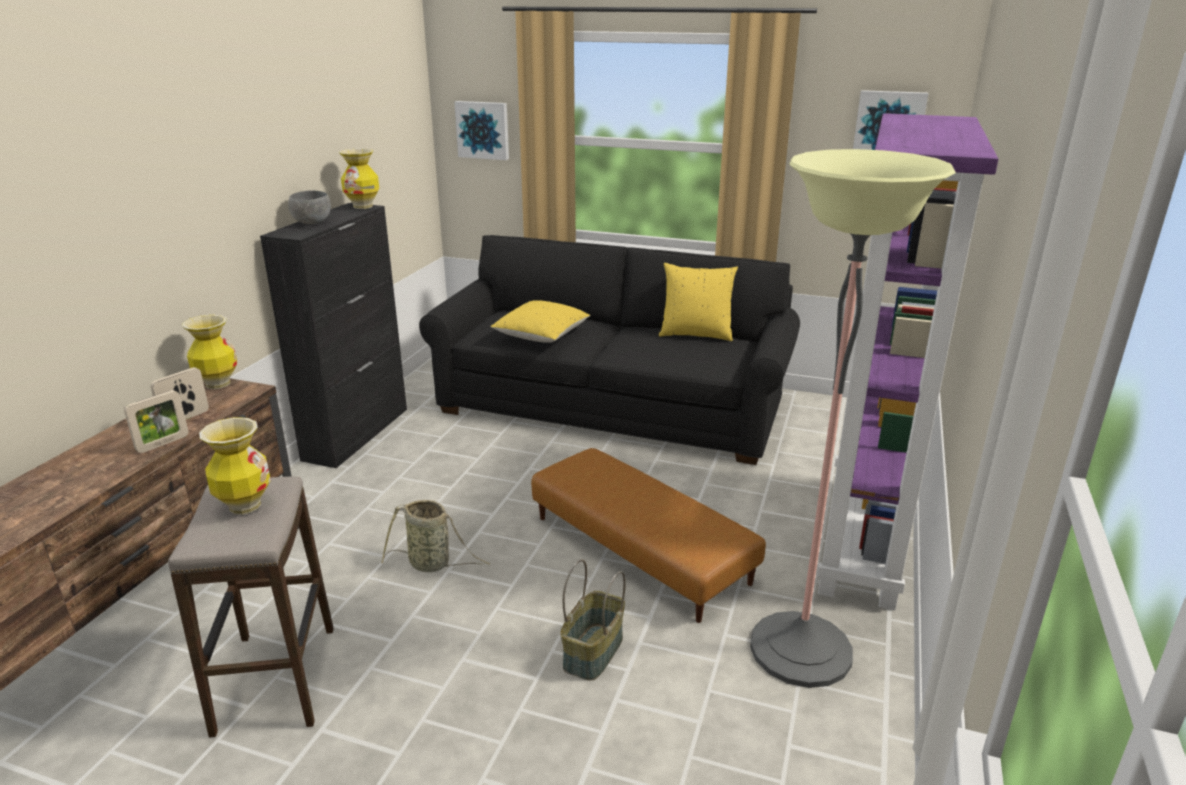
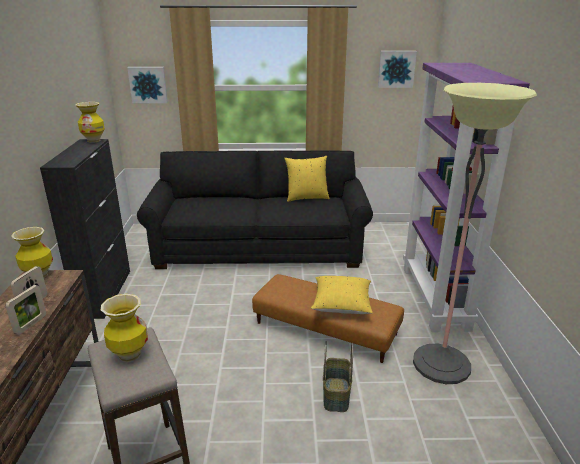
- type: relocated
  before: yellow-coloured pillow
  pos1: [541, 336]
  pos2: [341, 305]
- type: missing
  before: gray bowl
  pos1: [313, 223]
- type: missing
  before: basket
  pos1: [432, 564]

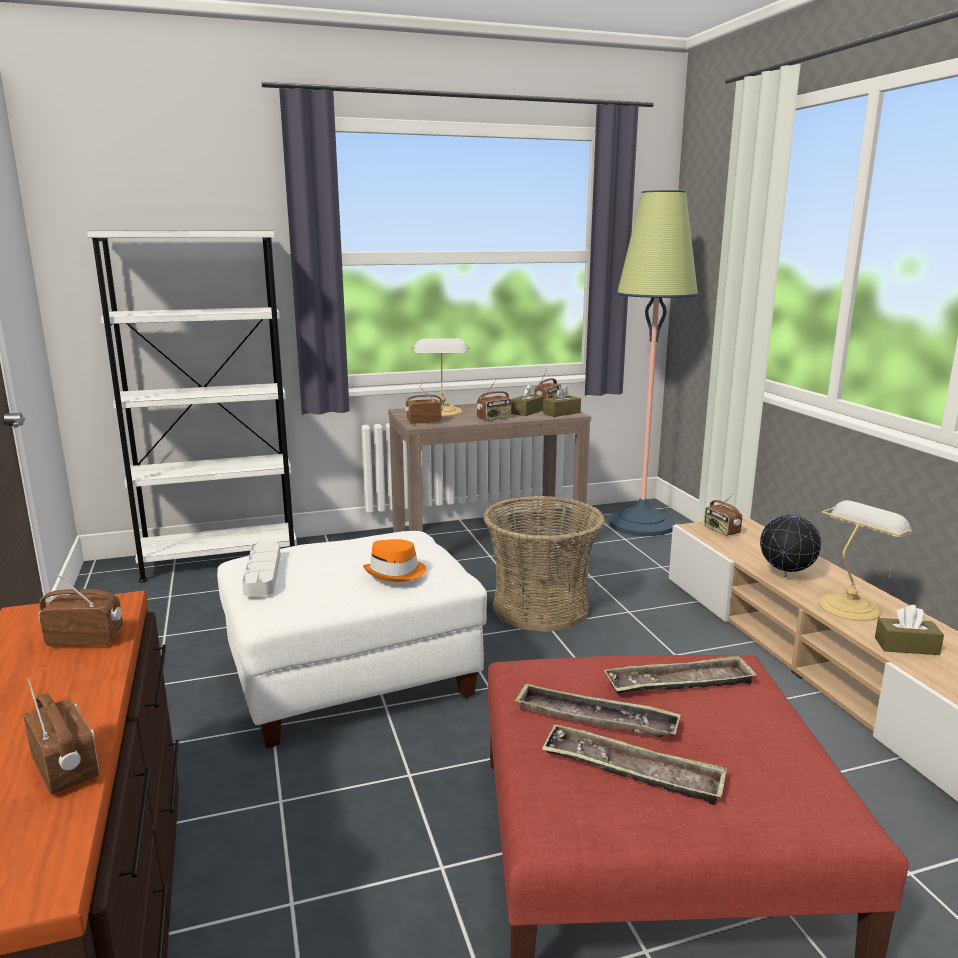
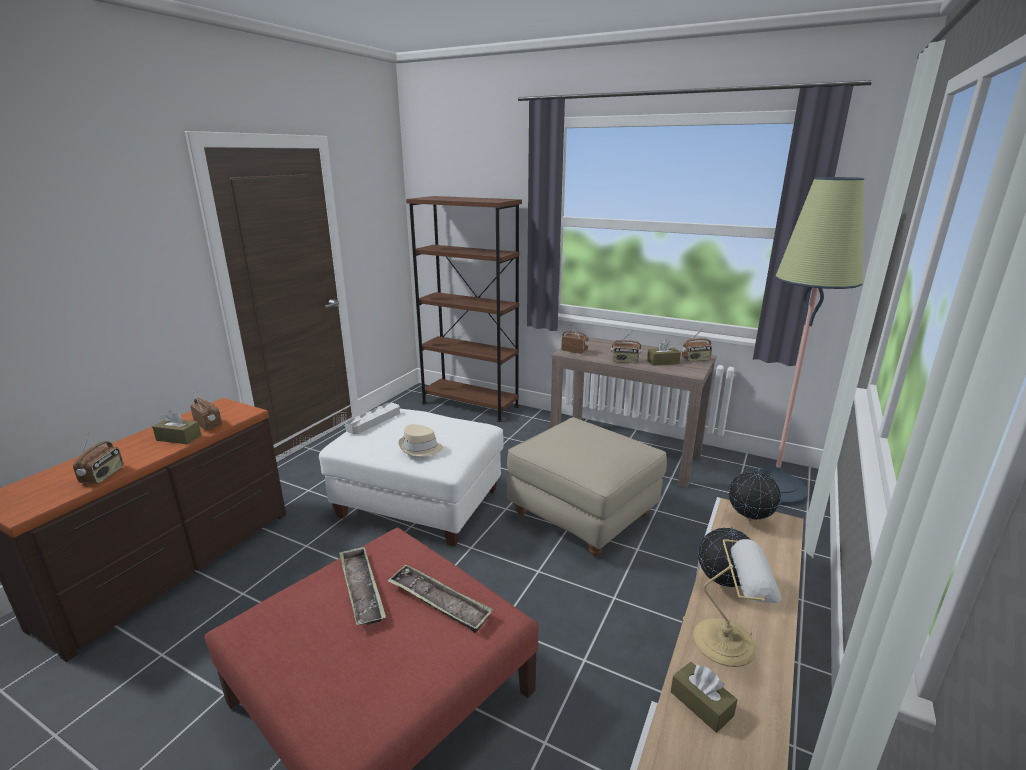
- type: relocated
  before: brown-coloured box of tissues
  pos1: [561, 413]
  pos2: [179, 438]
- type: colour
  before: orange-coloured hat
  after: beige hat
  pos1: [396, 572]
  pos2: [420, 448]
- type: colour
  before: whitish bookcase
  after: brown-coloured bookcase
  pos1: [220, 560]
  pos2: [470, 405]
- type: exchanged
  before: basket
  after: beige pouffe
  pos1: [541, 608]
  pos2: [583, 515]
- type: exchanged
  before: radio receiver
  after: globe
  pos1: [721, 531]
  pos2: [749, 520]
- type: missing
  before: table lamp
  pos1: [442, 412]
- type: missing
  before: carrying tray
  pos1: [631, 771]

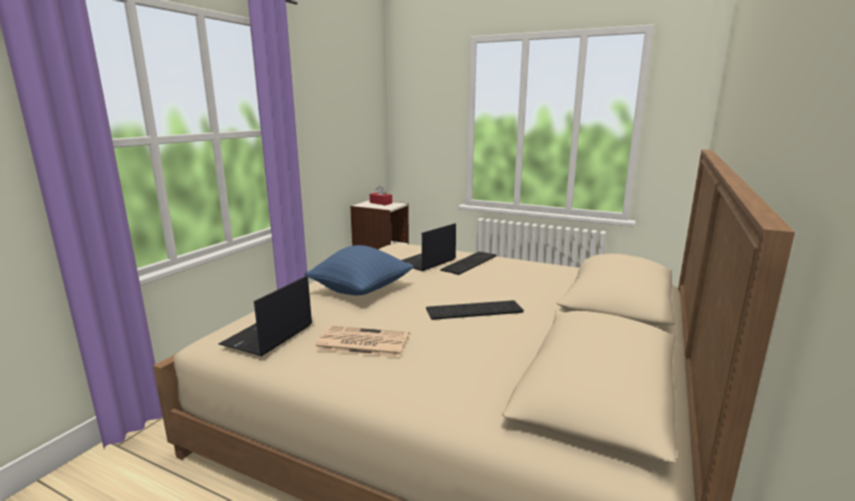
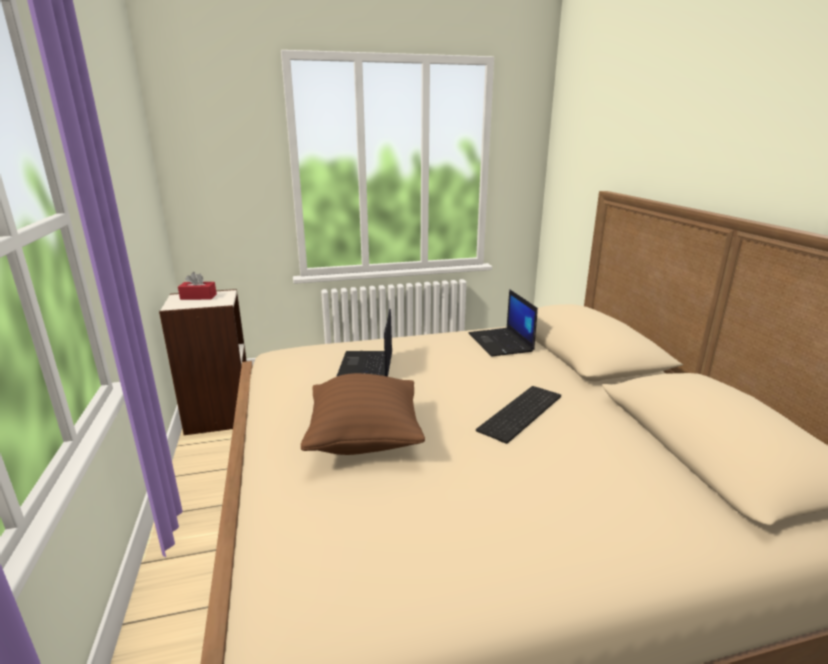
- type: colour
  before: bluish pillow
  after: brown-coloured pillow
  pos1: [361, 291]
  pos2: [364, 439]
- type: relocated
  before: portable computer
  pos1: [268, 335]
  pos2: [501, 343]
- type: missing
  before: daily paper
  pos1: [361, 342]
- type: missing
  before: PC keyboard
  pos1: [470, 263]

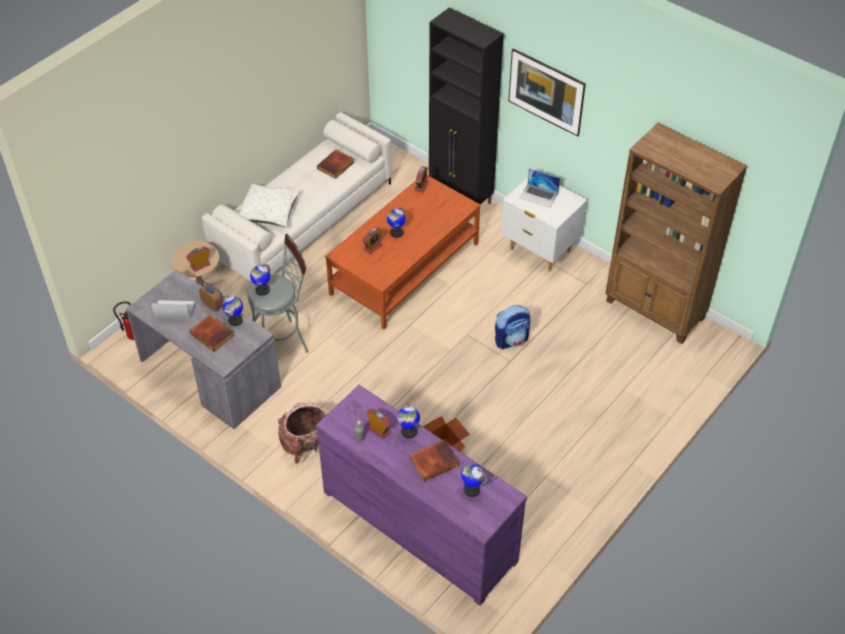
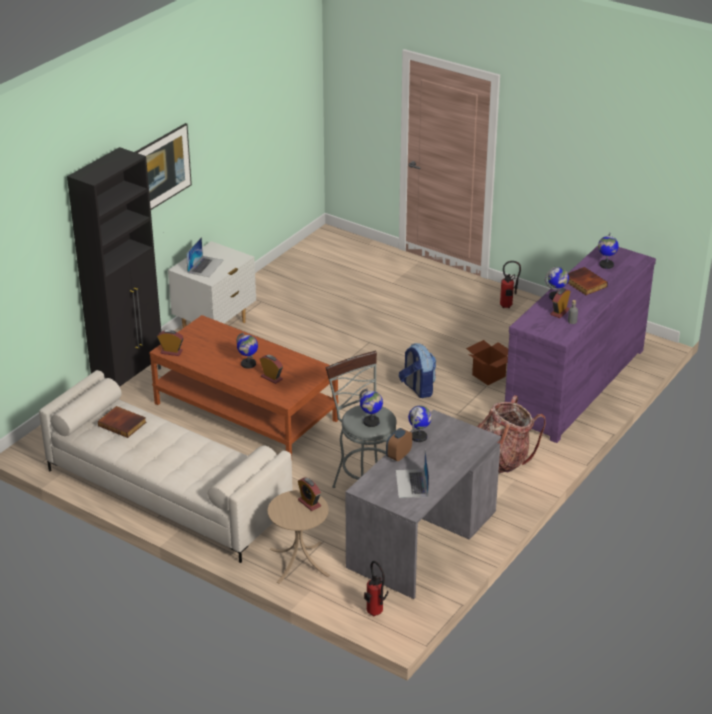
- type: relocated
  before: rucksack
  pos1: [511, 339]
  pos2: [417, 388]
- type: appeared
  after: extinguisher
  pos2: [508, 306]
- type: missing
  before: volume
  pos1: [213, 334]
- type: missing
  before: whitish pillow
  pos1: [269, 213]
- type: missing
  before: brown-coloured bookcase
  pos1: [655, 310]

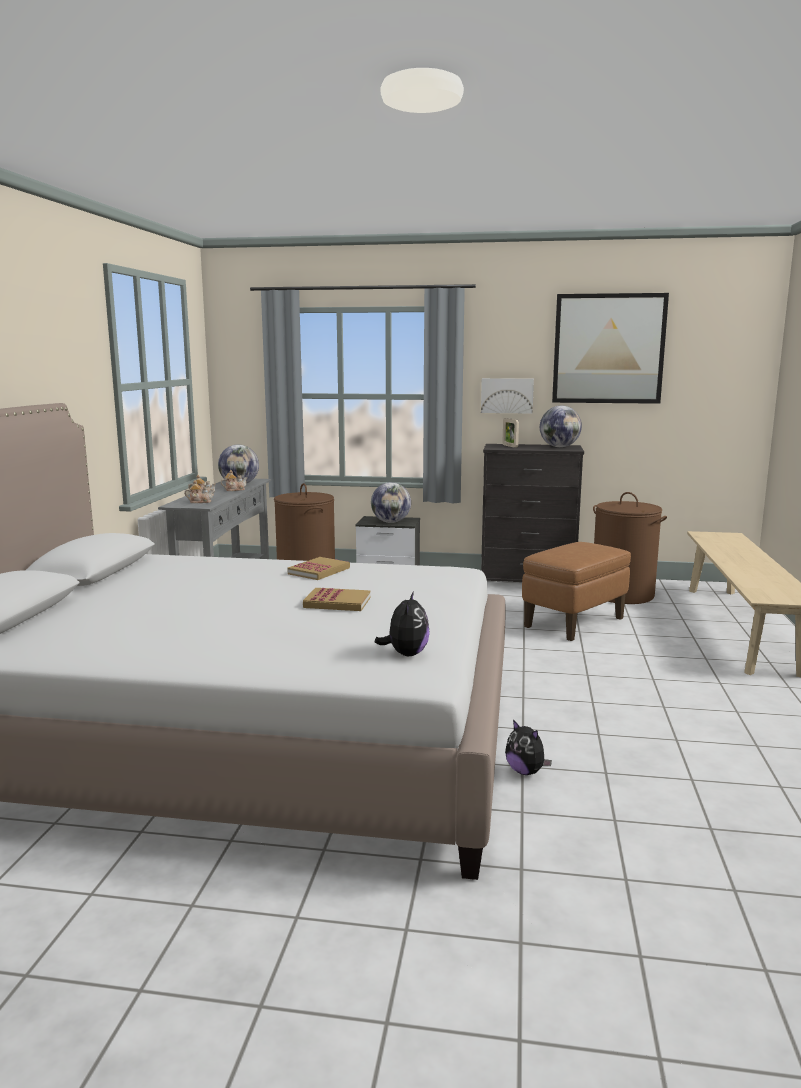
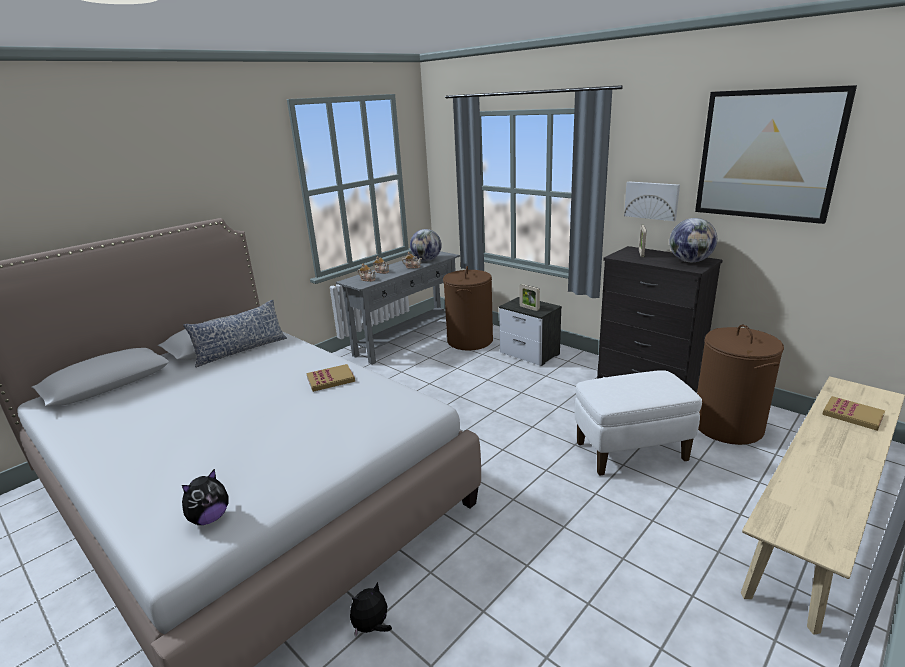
- type: appeared
  after: pillow
  pos2: [241, 350]
- type: spun
  before: plush toy
  pos1: [525, 771]
  pos2: [372, 627]
  turn: 60
- type: exchanged
  before: globe
  after: picture frame
  pos1: [391, 522]
  pos2: [529, 308]
- type: colour
  before: brown-coloured pouffe
  after: whitish pouffe
  pos1: [574, 623]
  pos2: [630, 452]
- type: relocated
  before: volume
  pos1: [337, 602]
  pos2: [852, 415]

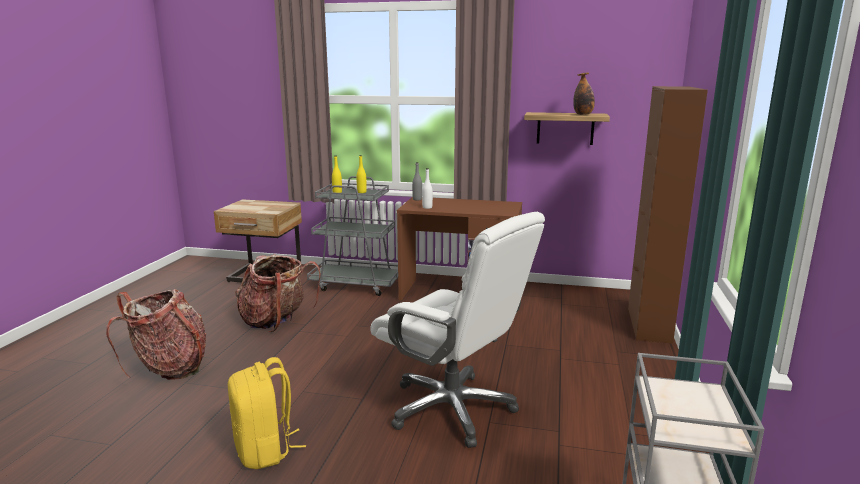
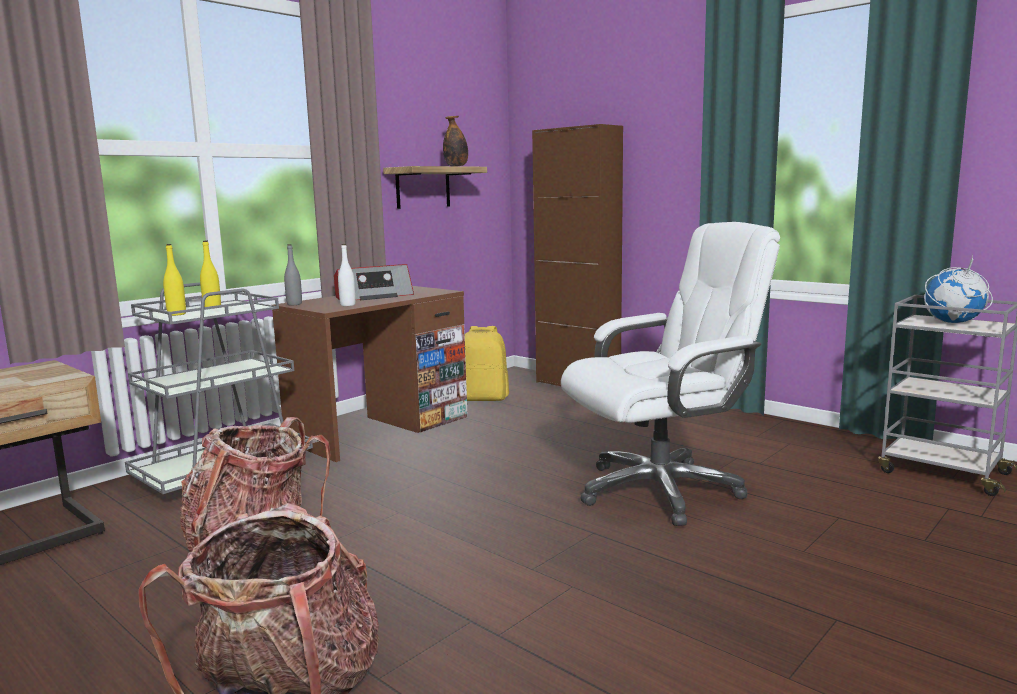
- type: appeared
  after: radio receiver
  pos2: [372, 296]
- type: relocated
  before: yellow-coloured rucksack
  pos1: [265, 450]
  pos2: [483, 398]
- type: appeared
  after: globe
  pos2: [953, 323]

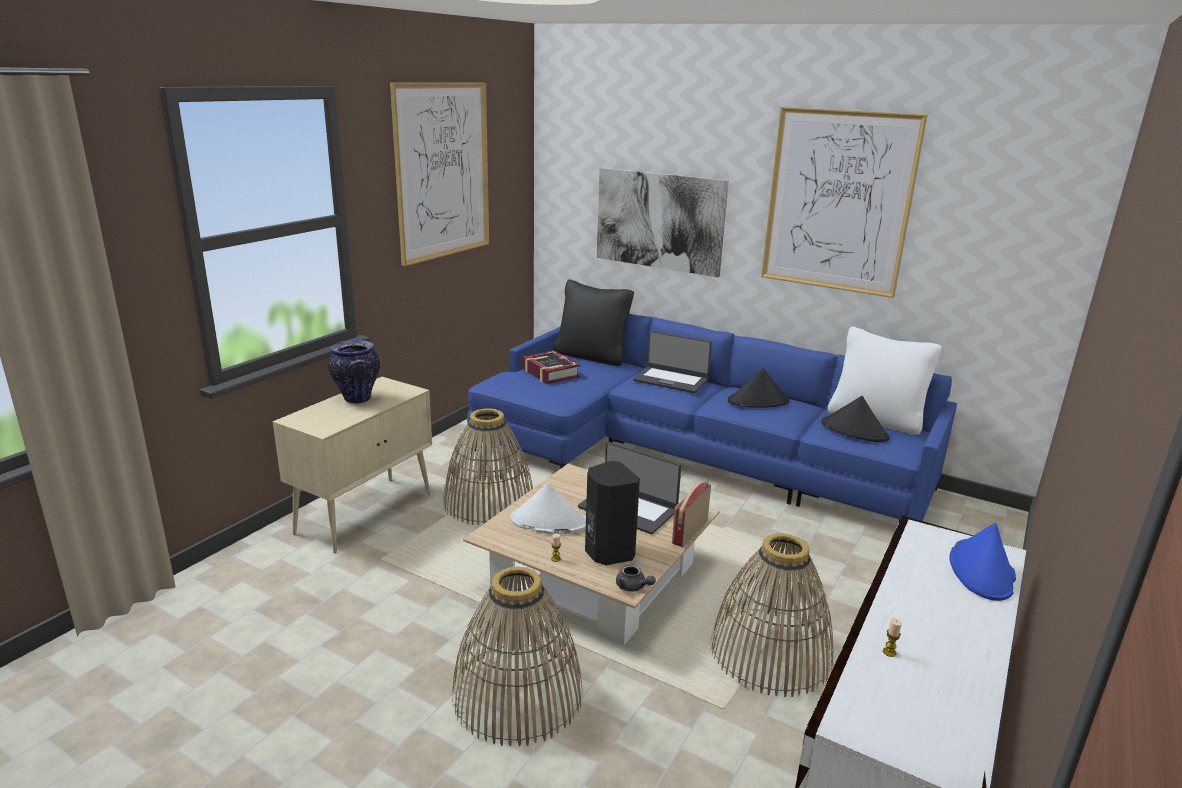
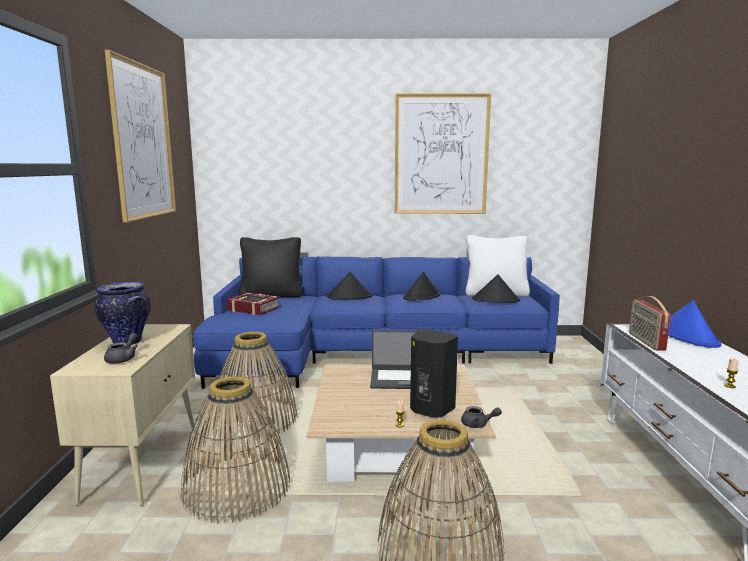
- type: appeared
  after: gray tea pot
  pos2: [123, 358]
- type: relocated
  before: basket
  pos1: [770, 653]
  pos2: [237, 487]
- type: exchanged
  before: portable computer
  after: black hat
  pos1: [671, 380]
  pos2: [349, 297]
- type: relocated
  before: radio receiver
  pos1: [689, 532]
  pos2: [645, 341]
- type: missing
  before: whitish hat
  pos1: [549, 521]
- type: missing
  before: picture
  pos1: [659, 221]

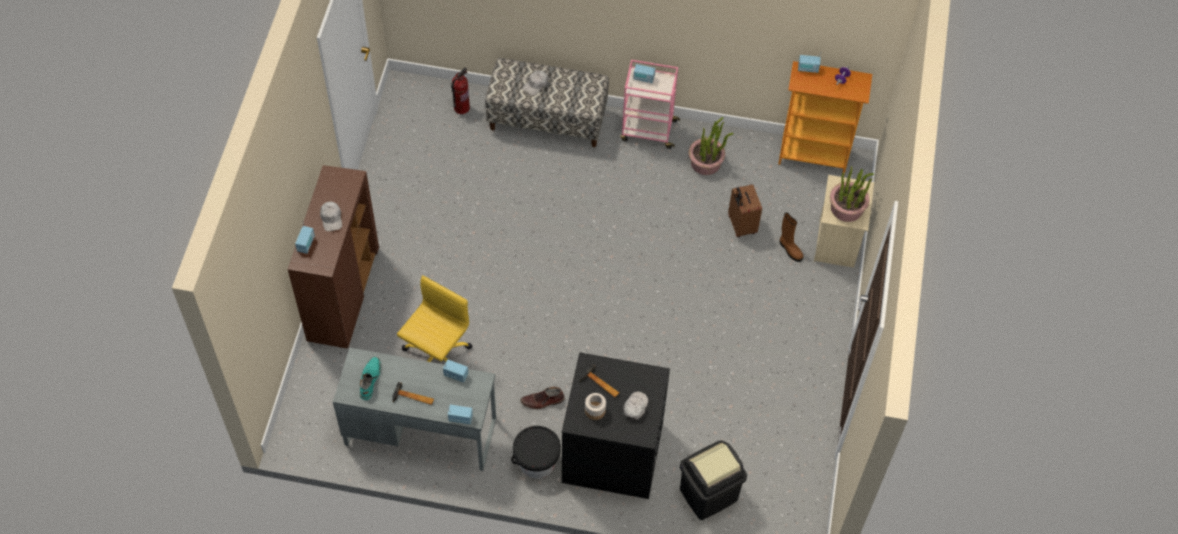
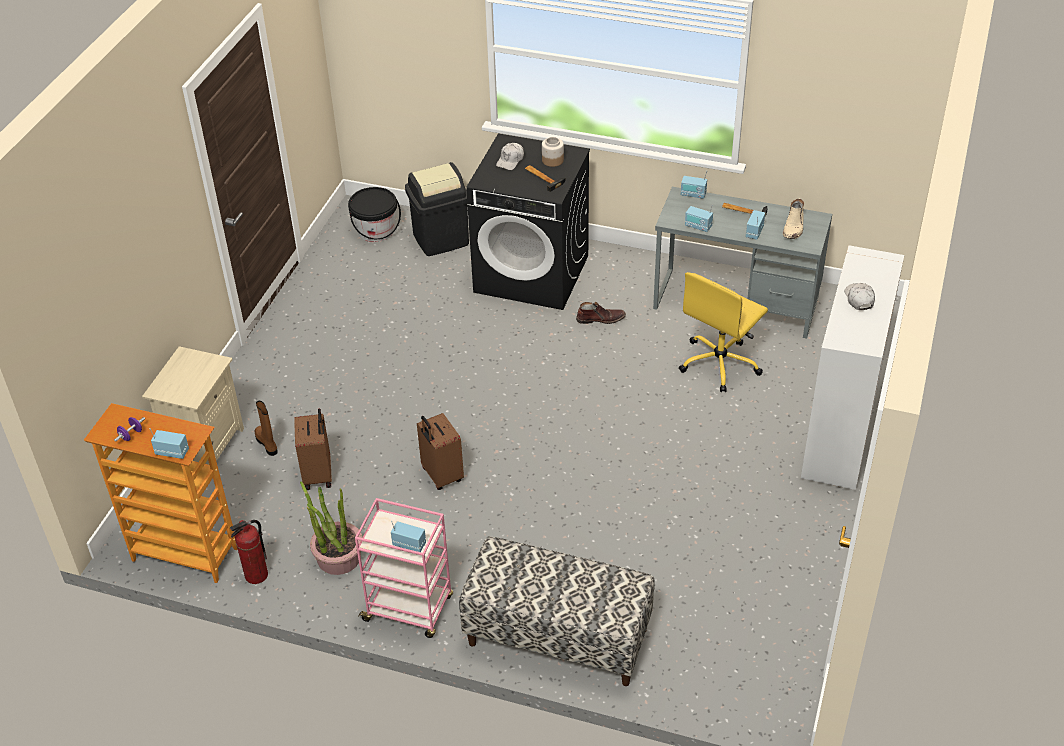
- type: relocated
  before: extinguisher
  pos1: [461, 107]
  pos2: [256, 575]
- type: relocated
  before: black bucket
  pos1: [536, 462]
  pos2: [376, 231]
- type: appeared
  after: brown-coloured piece of luggage
  pos2: [441, 476]
- type: relocated
  before: radio receiver
  pos1: [306, 244]
  pos2: [754, 232]
- type: colour
  before: blue-green tall boot
  after: beige tall boot
  pos1: [369, 379]
  pos2: [794, 227]
- type: colour
  before: brown-coloured cabinet
  after: whitish cabinet
  pos1: [343, 294]
  pos2: [840, 433]
- type: missing
  before: whitish peaked cap
  pos1: [536, 85]
- type: missing
  before: plant in a pot
  pos1: [847, 208]

